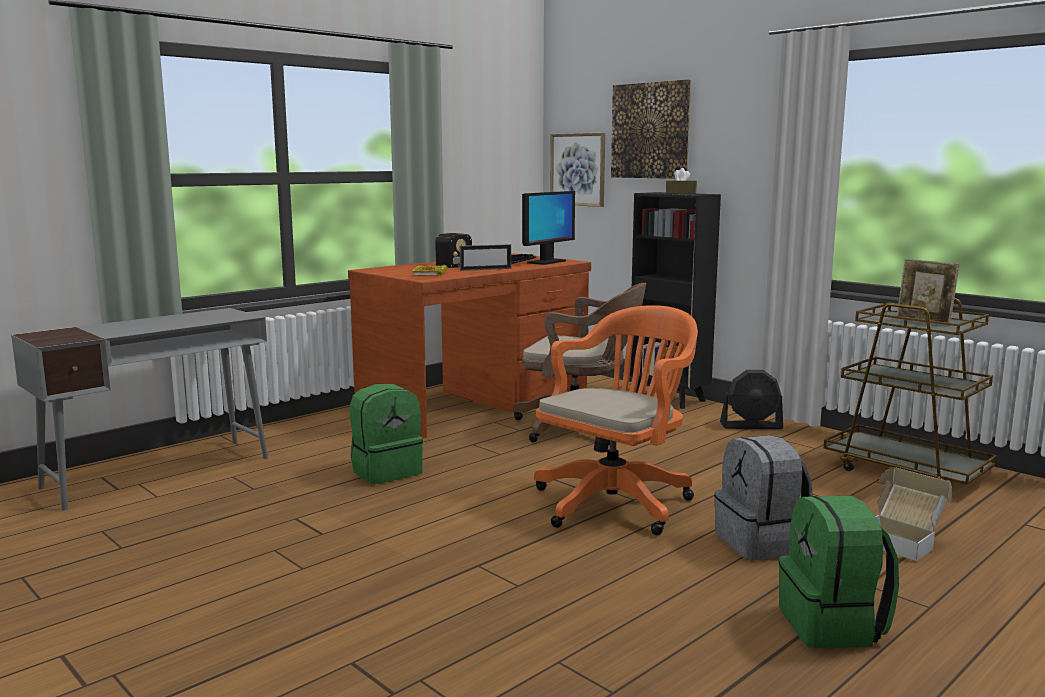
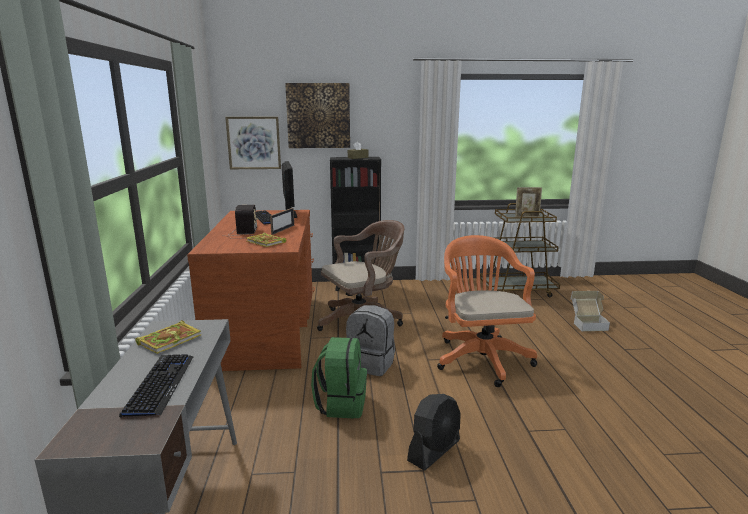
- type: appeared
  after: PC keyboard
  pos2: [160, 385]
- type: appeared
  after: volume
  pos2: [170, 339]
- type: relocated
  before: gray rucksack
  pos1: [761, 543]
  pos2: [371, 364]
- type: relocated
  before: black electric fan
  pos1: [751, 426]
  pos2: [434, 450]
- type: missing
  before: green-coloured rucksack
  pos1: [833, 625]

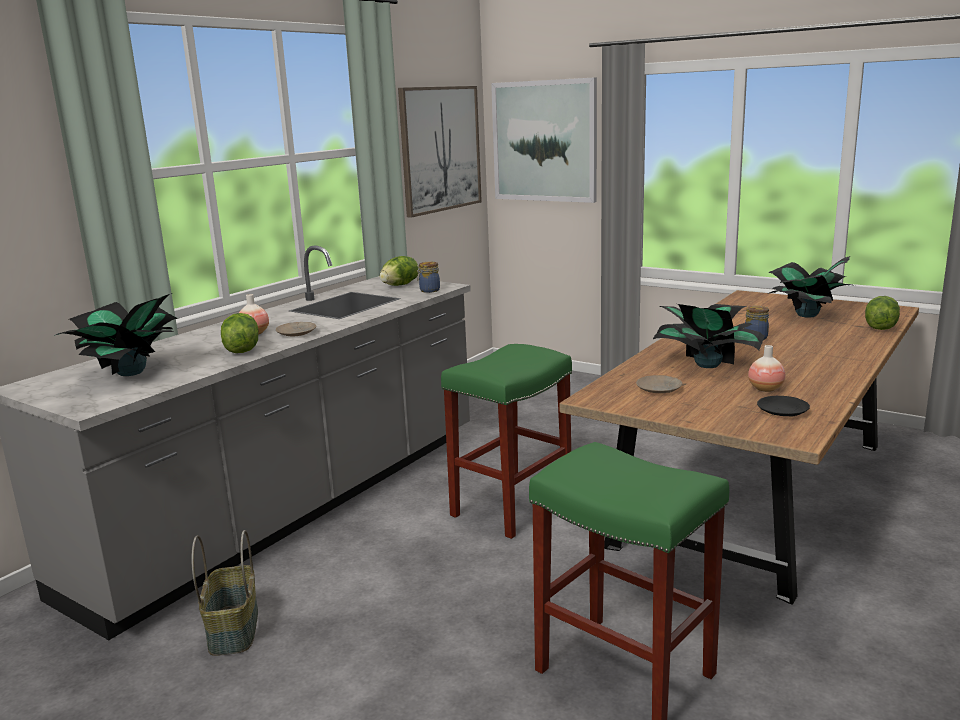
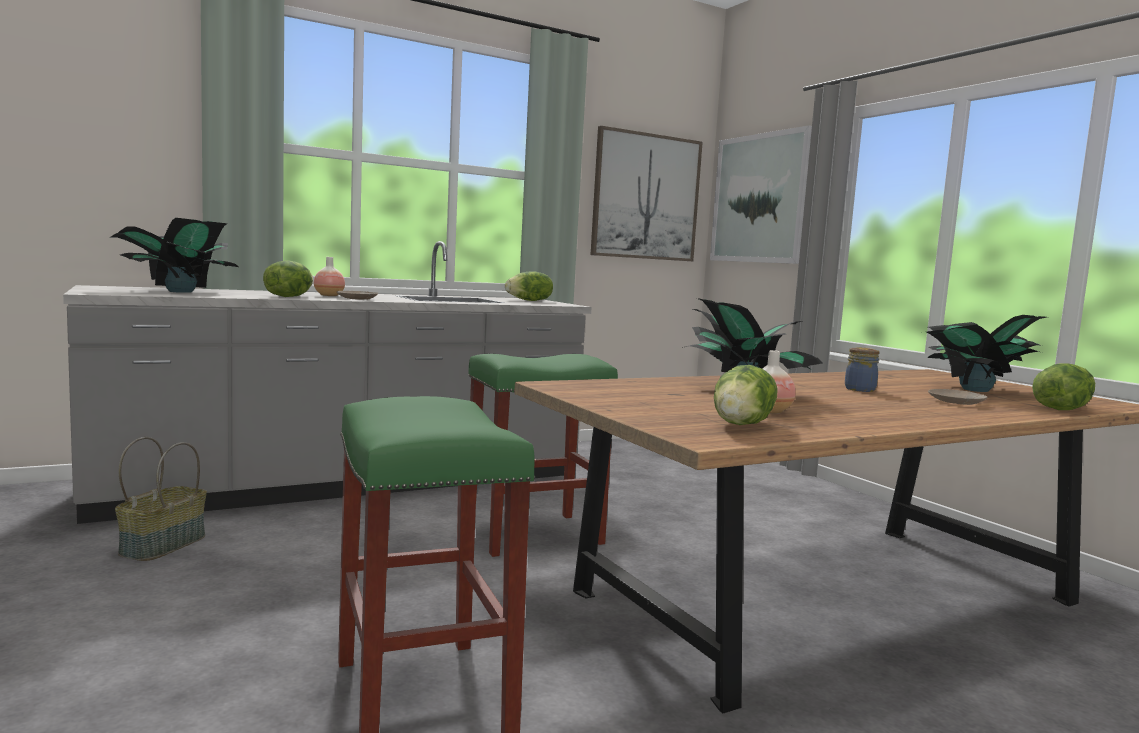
- type: exchanged
  before: black plate
  after: head of lettuce
  pos1: [783, 411]
  pos2: [743, 424]
- type: relocated
  before: beige plate
  pos1: [659, 389]
  pos2: [957, 402]
- type: missing
  before: preserve jar
  pos1: [429, 290]

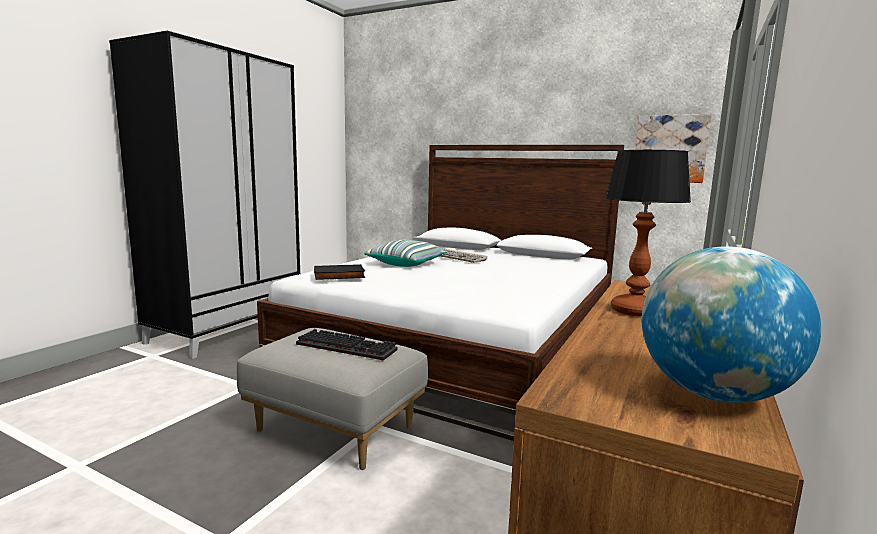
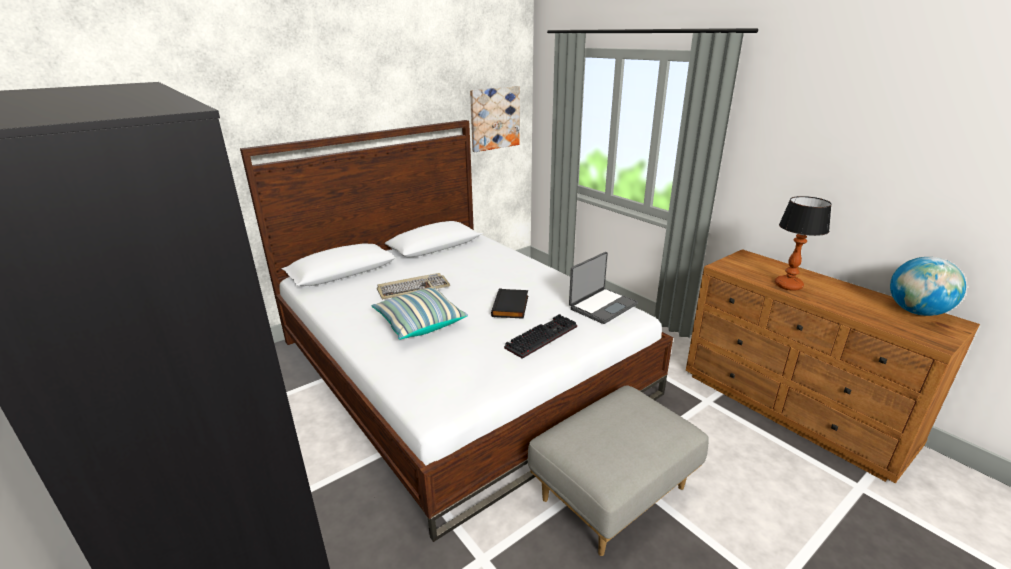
- type: relocated
  before: black volume
  pos1: [339, 276]
  pos2: [511, 306]
- type: relocated
  before: PC keyboard
  pos1: [348, 347]
  pos2: [541, 336]
- type: appeared
  after: portable computer
  pos2: [602, 306]

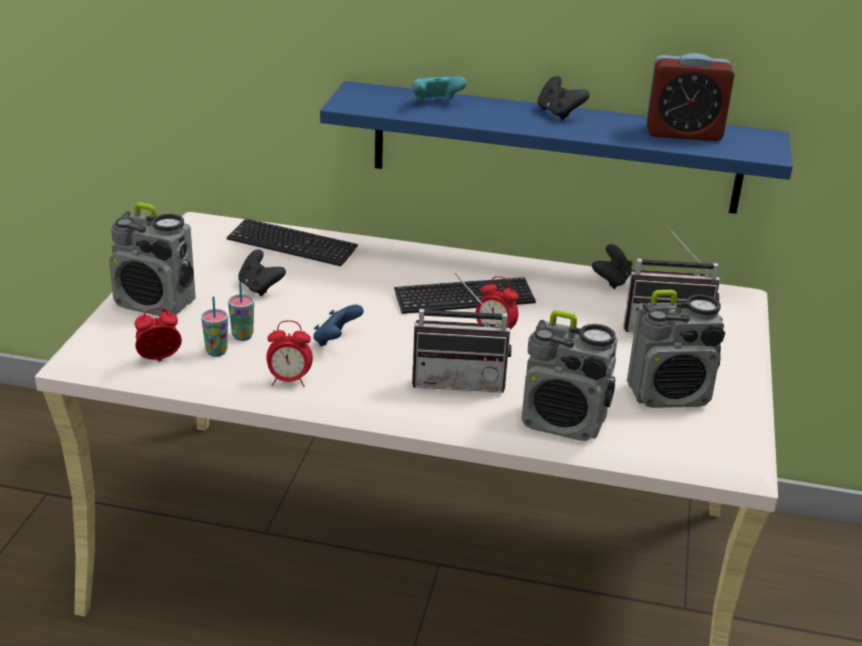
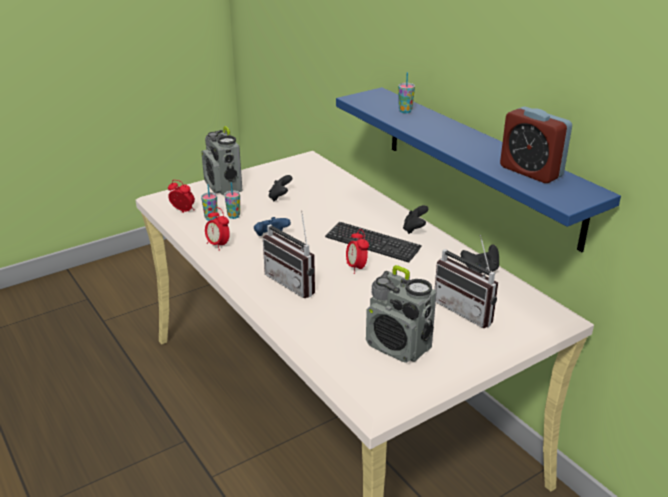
- type: exchanged
  before: blue-green joypad
  after: drinking cup
  pos1: [436, 104]
  pos2: [405, 111]
- type: relocated
  before: black joypad
  pos1: [558, 113]
  pos2: [414, 229]
- type: missing
  before: PC keyboard
  pos1: [292, 245]
- type: missing
  before: radio receiver
  pos1: [564, 423]

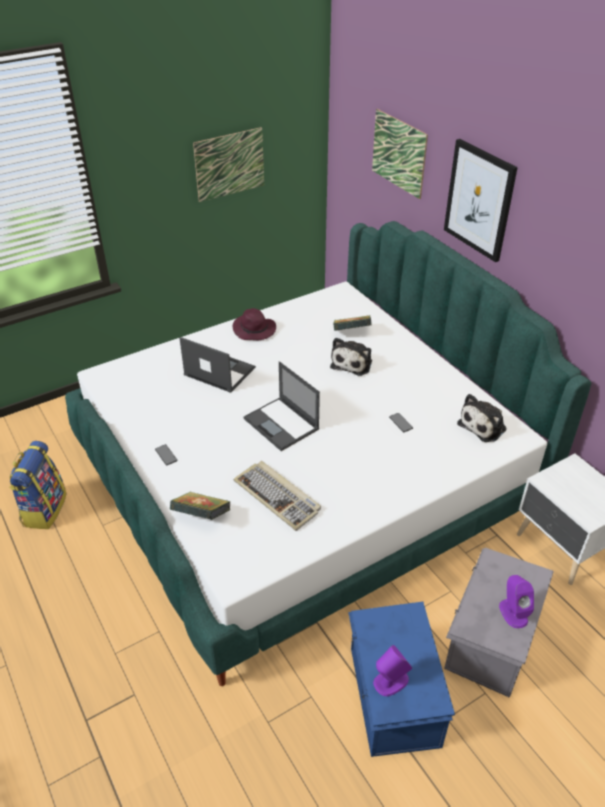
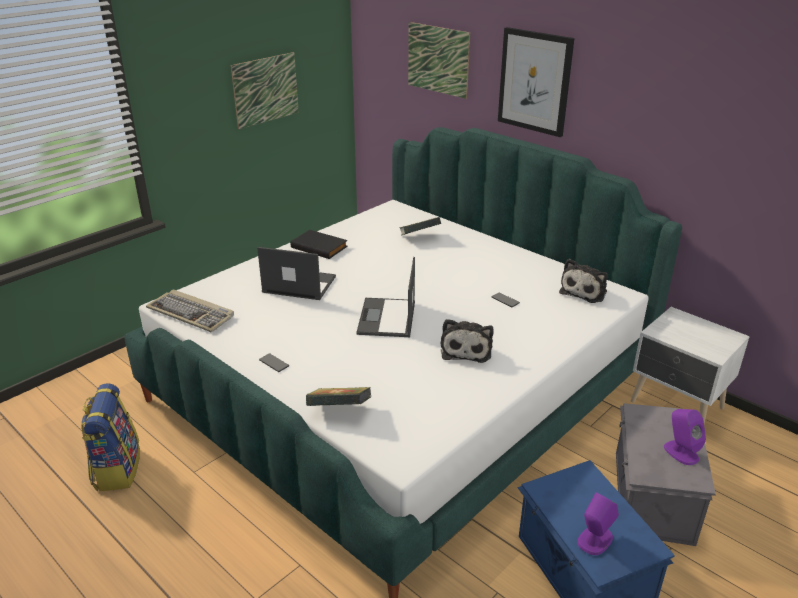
- type: relocated
  before: PC keyboard
  pos1: [278, 497]
  pos2: [192, 313]
- type: exchanged
  before: purple hat
  after: black volume
  pos1: [255, 330]
  pos2: [320, 247]
- type: spun
  before: portable computer
  pos1: [282, 424]
  pos2: [387, 318]
  turn: 60
- type: relocated
  before: plush toy
  pos1: [352, 363]
  pos2: [466, 349]

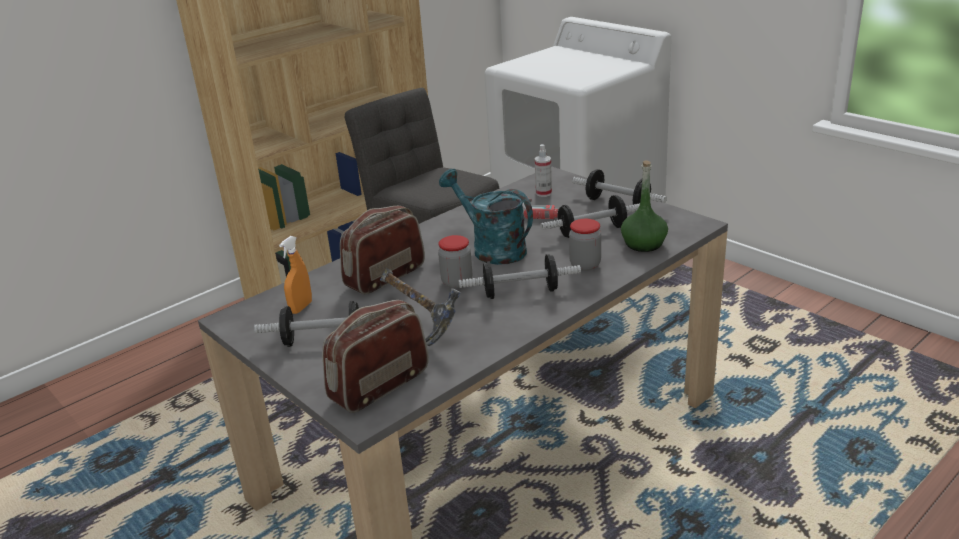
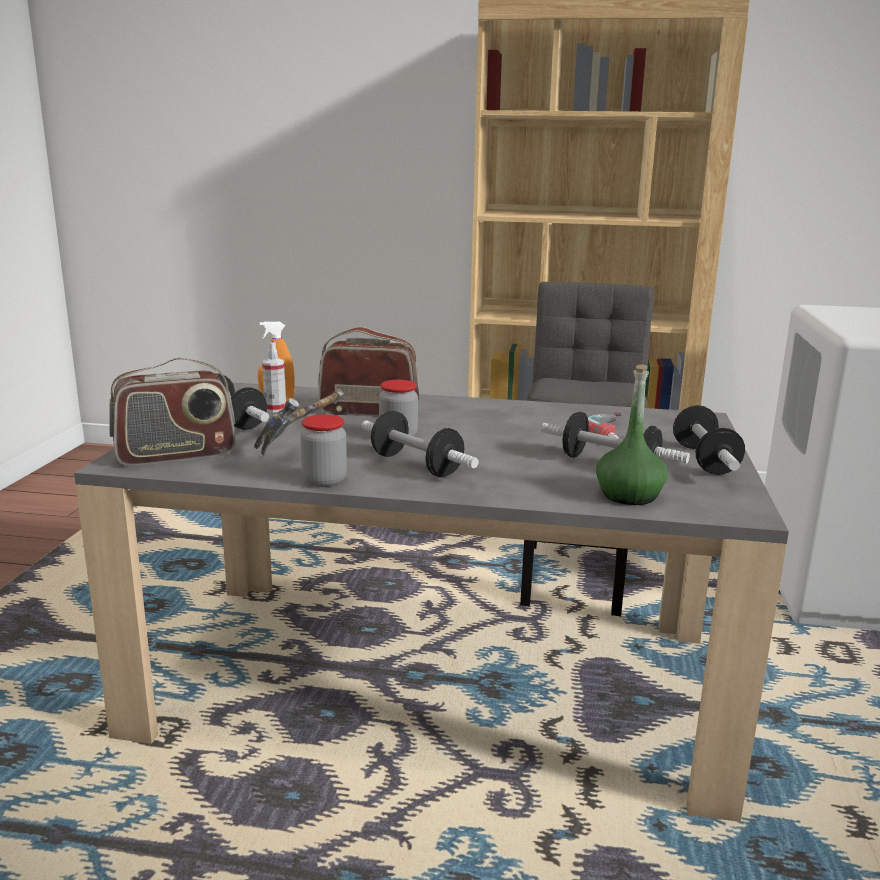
- type: spun
  before: radio receiver
  pos1: [379, 385]
  pos2: [176, 455]
  turn: 150
- type: relocated
  before: spray bottle
  pos1: [543, 193]
  pos2: [275, 409]
- type: relocated
  before: preserve jar
  pos1: [585, 265]
  pos2: [324, 481]
- type: missing
  before: blue-green watering pot
  pos1: [491, 248]

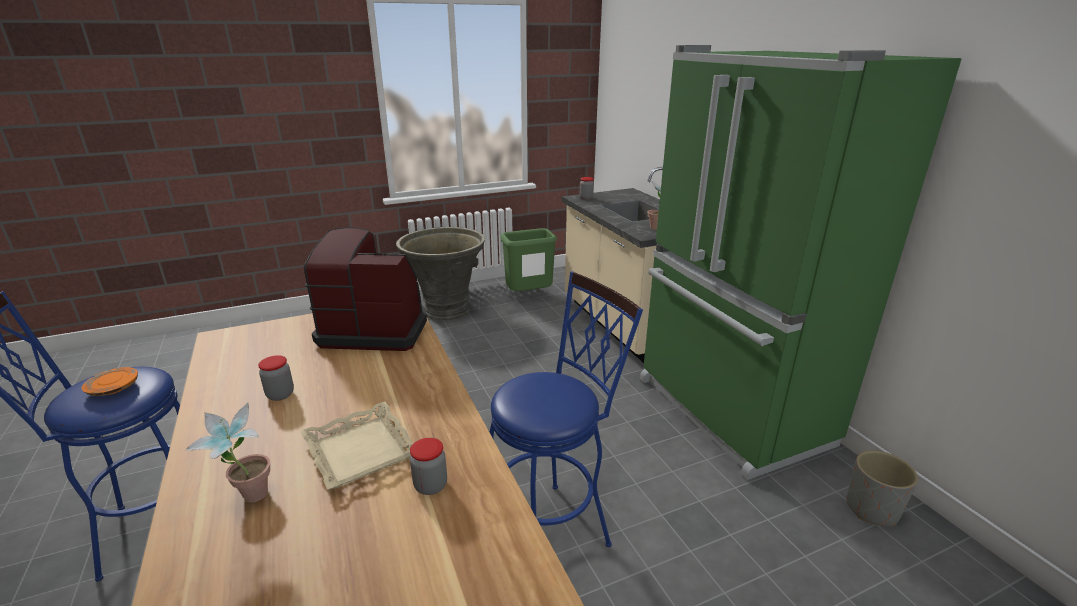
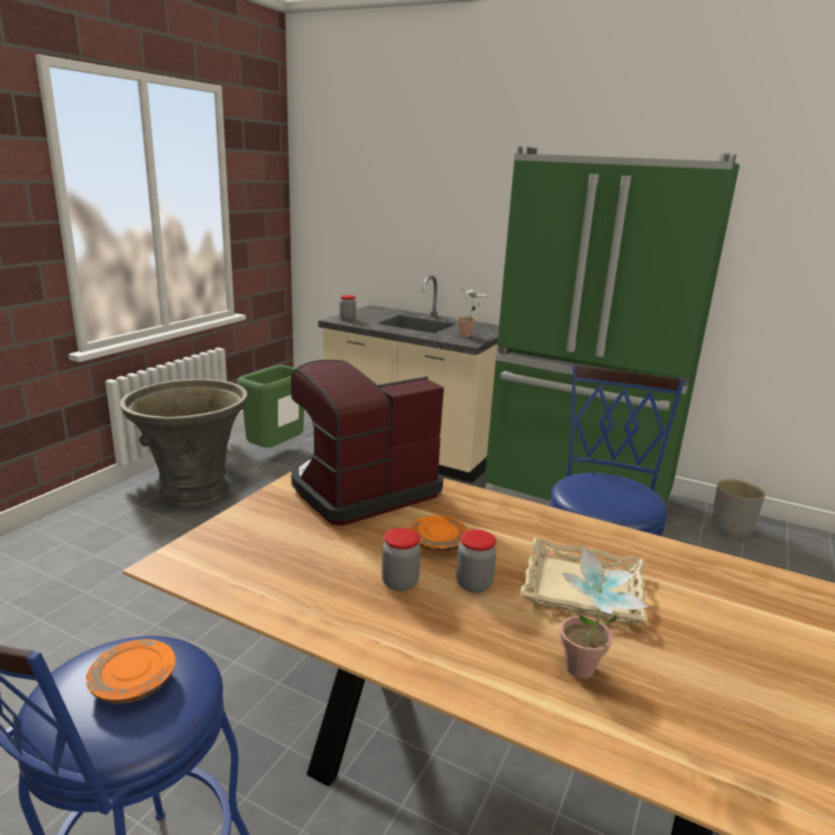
- type: appeared
  after: orange-coloured plate
  pos2: [438, 543]
- type: relocated
  before: preserve jar
  pos1: [430, 485]
  pos2: [474, 584]

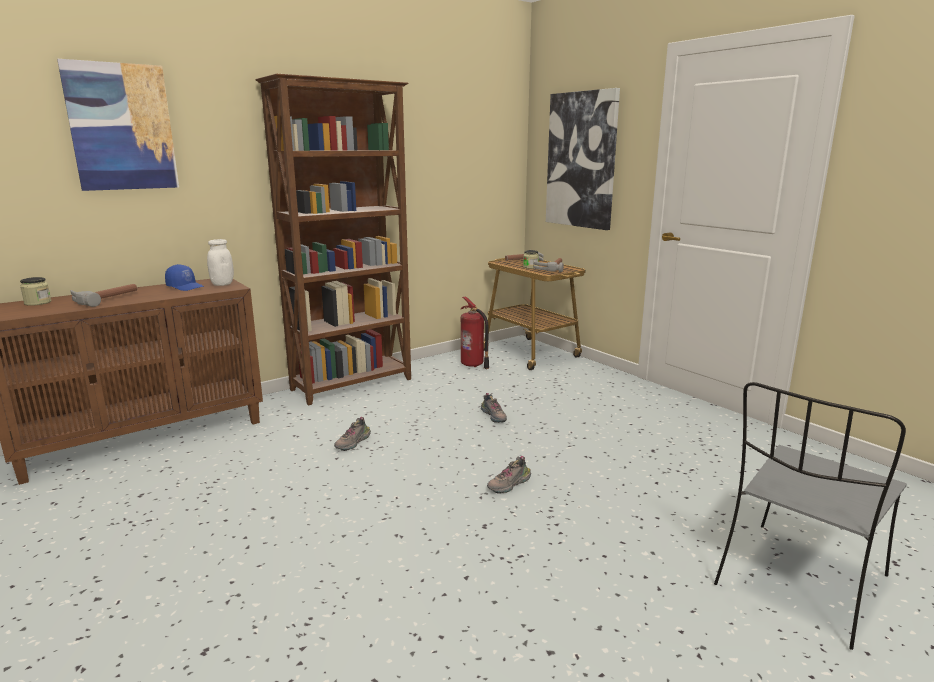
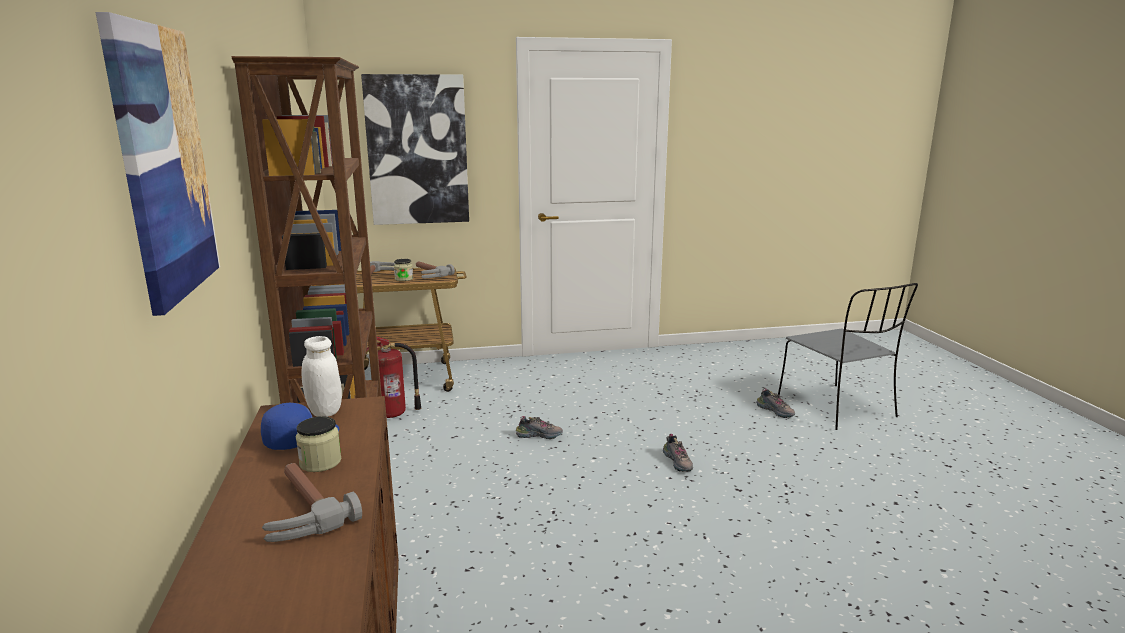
- type: relocated
  before: preserve jar
  pos1: [38, 303]
  pos2: [320, 462]
- type: relocated
  before: low shoe
  pos1: [353, 443]
  pos2: [776, 411]

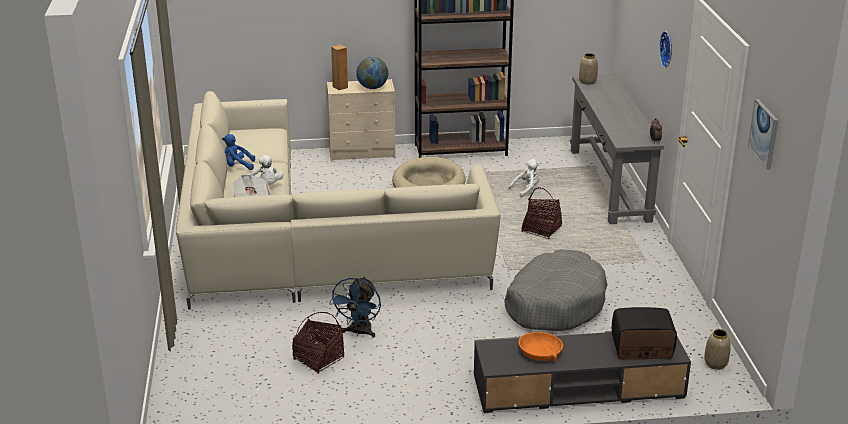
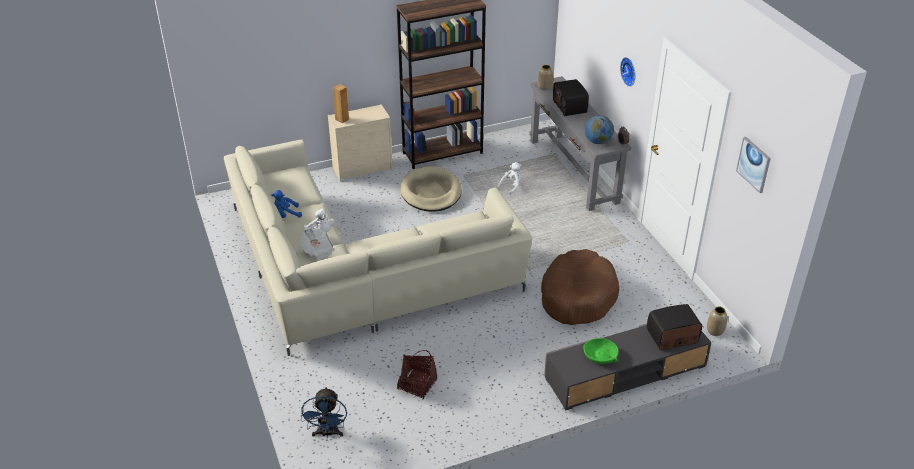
- type: relocated
  before: bluish electric fan
  pos1: [359, 333]
  pos2: [327, 433]
- type: colour
  before: gray pet bed
  after: brown-coloured pet bed
  pos1: [554, 304]
  pos2: [577, 296]
- type: appeared
  after: radio receiver
  pos2: [570, 107]
- type: colour
  before: orange-coloured bowl
  after: green-coloured bowl
  pos1: [540, 352]
  pos2: [600, 355]
- type: relocated
  before: globe
  pos1: [372, 88]
  pos2: [597, 141]
- type: missing
  before: basket
  pos1: [541, 229]

